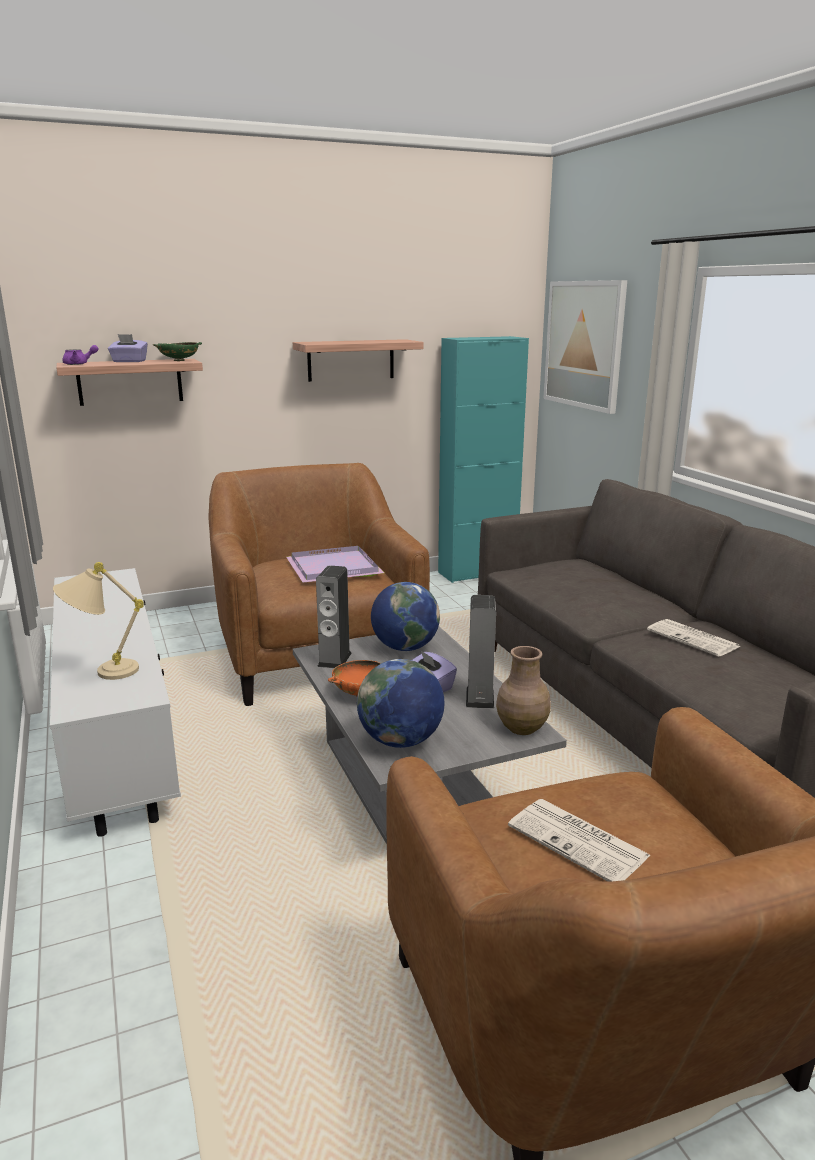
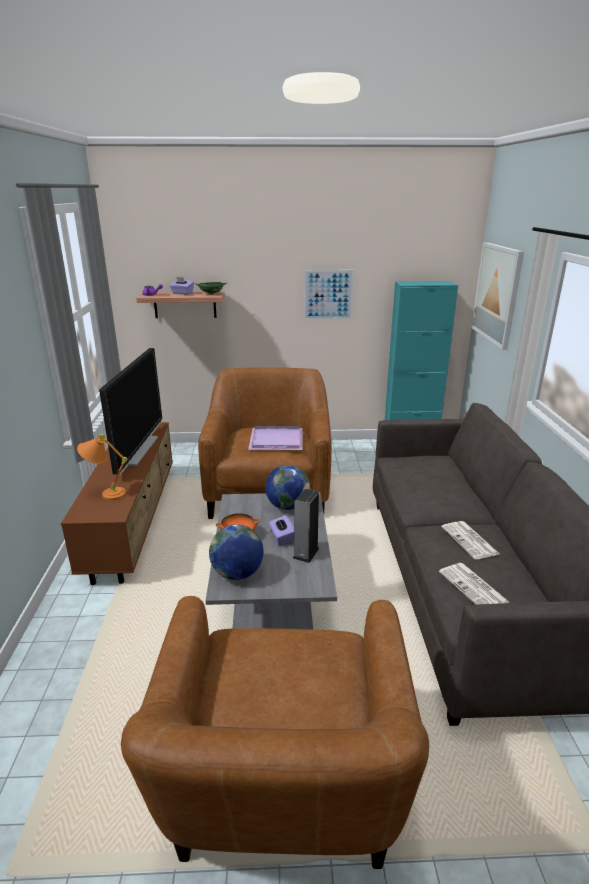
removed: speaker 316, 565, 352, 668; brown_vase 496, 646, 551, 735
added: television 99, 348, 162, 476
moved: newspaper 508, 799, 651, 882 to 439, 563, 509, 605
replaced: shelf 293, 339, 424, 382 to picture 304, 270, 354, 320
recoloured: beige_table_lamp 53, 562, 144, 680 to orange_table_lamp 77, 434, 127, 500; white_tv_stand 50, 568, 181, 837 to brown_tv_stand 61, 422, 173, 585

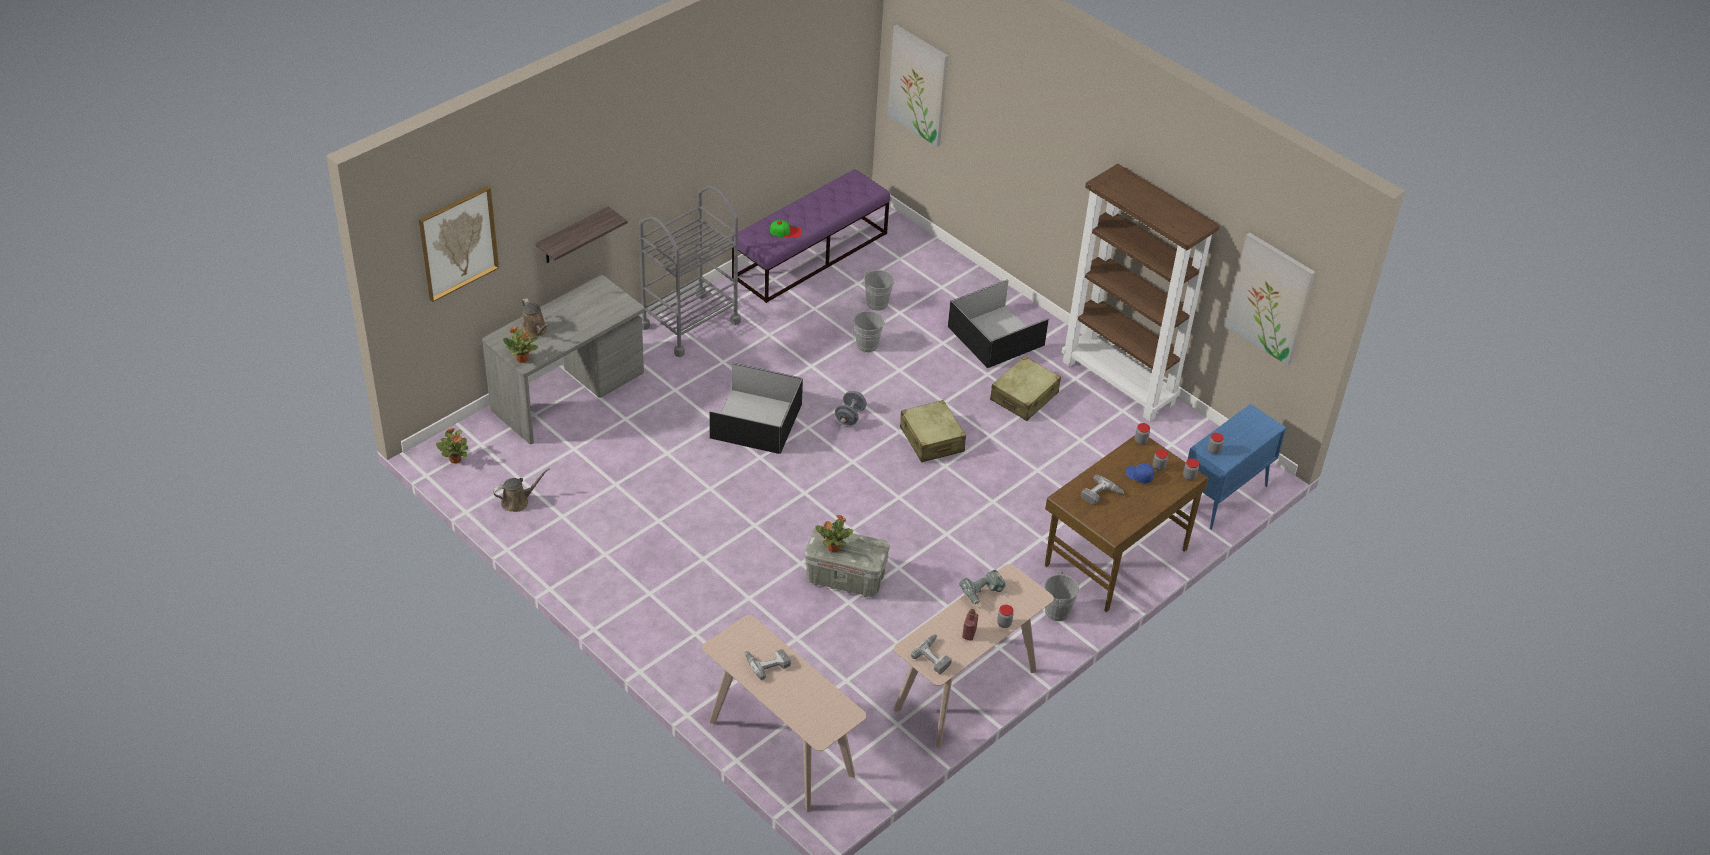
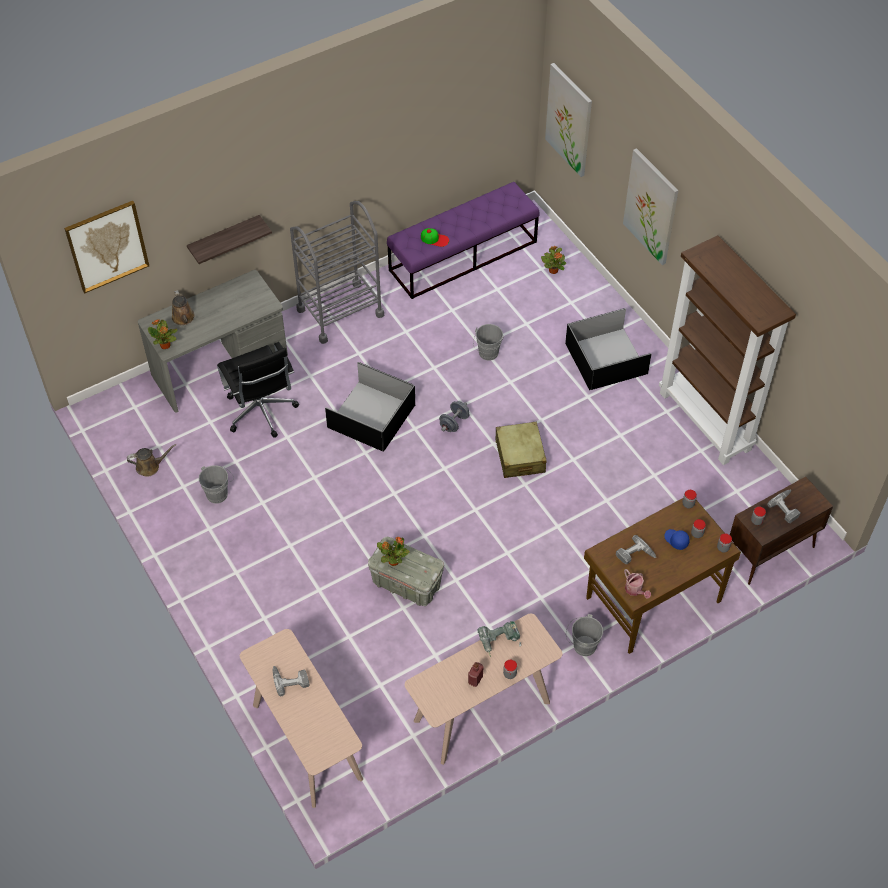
removed: beige_suitcase 990, 356, 1061, 421
added: black_office_chair 217, 342, 299, 438; watering_can 624, 569, 651, 598
moved: picture 1225, 233, 1315, 366 to 623, 148, 679, 265; grey_bucket 864, 270, 897, 311 to 199, 465, 234, 504; potted_plant 436, 428, 468, 464 to 541, 246, 566, 274; power_drill 911, 635, 952, 674 to 767, 490, 801, 523
recoloured: blue_cabinet 1187, 404, 1287, 530 to brown_cabinet 730, 477, 833, 585

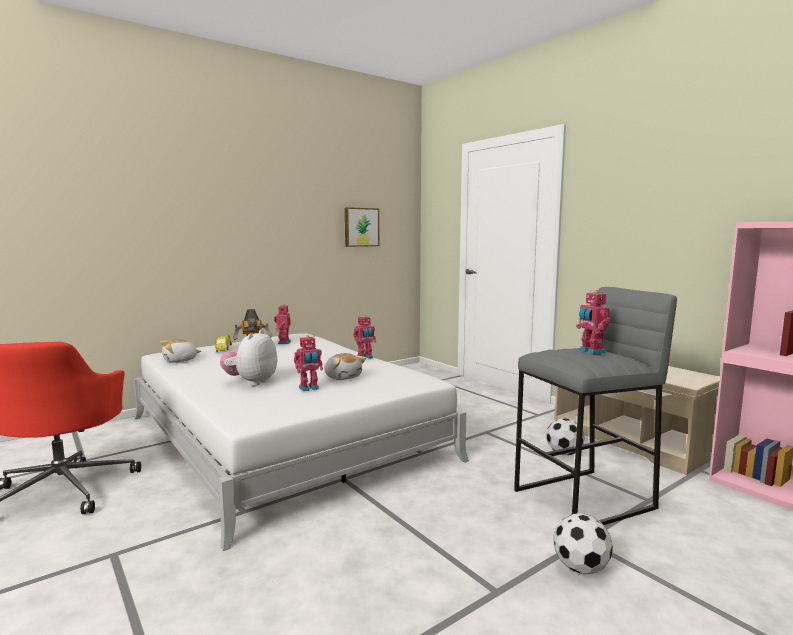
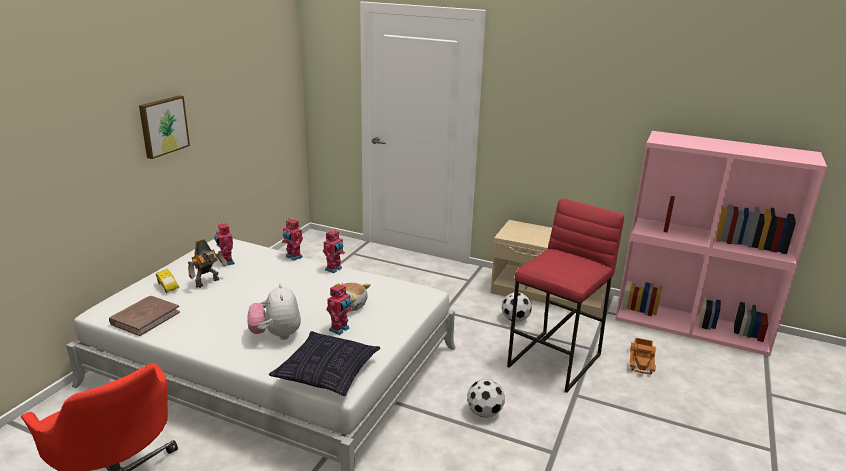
added: pillow 269, 331, 380, 396; toy_truck 630, 338, 656, 375
moved: picture 345, 207, 379, 247 to 139, 96, 190, 159; toy_robot 576, 290, 610, 354 to 282, 218, 303, 261; football 553, 513, 613, 574 to 467, 379, 505, 418
replaced: plush_toy 160, 339, 201, 363 to brown_book 109, 296, 180, 336
recoloured: grey_stool 514, 287, 677, 525 to red_stool 507, 198, 624, 393

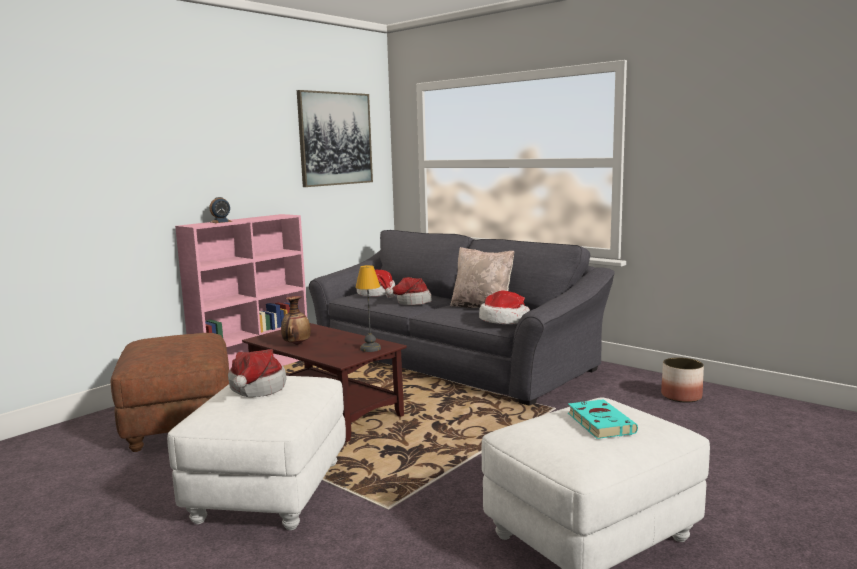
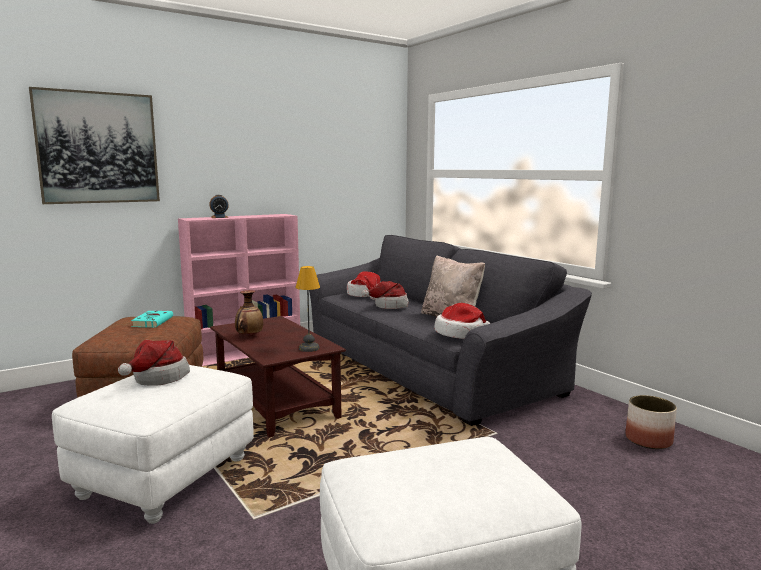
moved: picture 297, 90, 373, 187 to 29, 87, 160, 204; turquoise_book 568, 399, 638, 439 to 131, 311, 173, 328

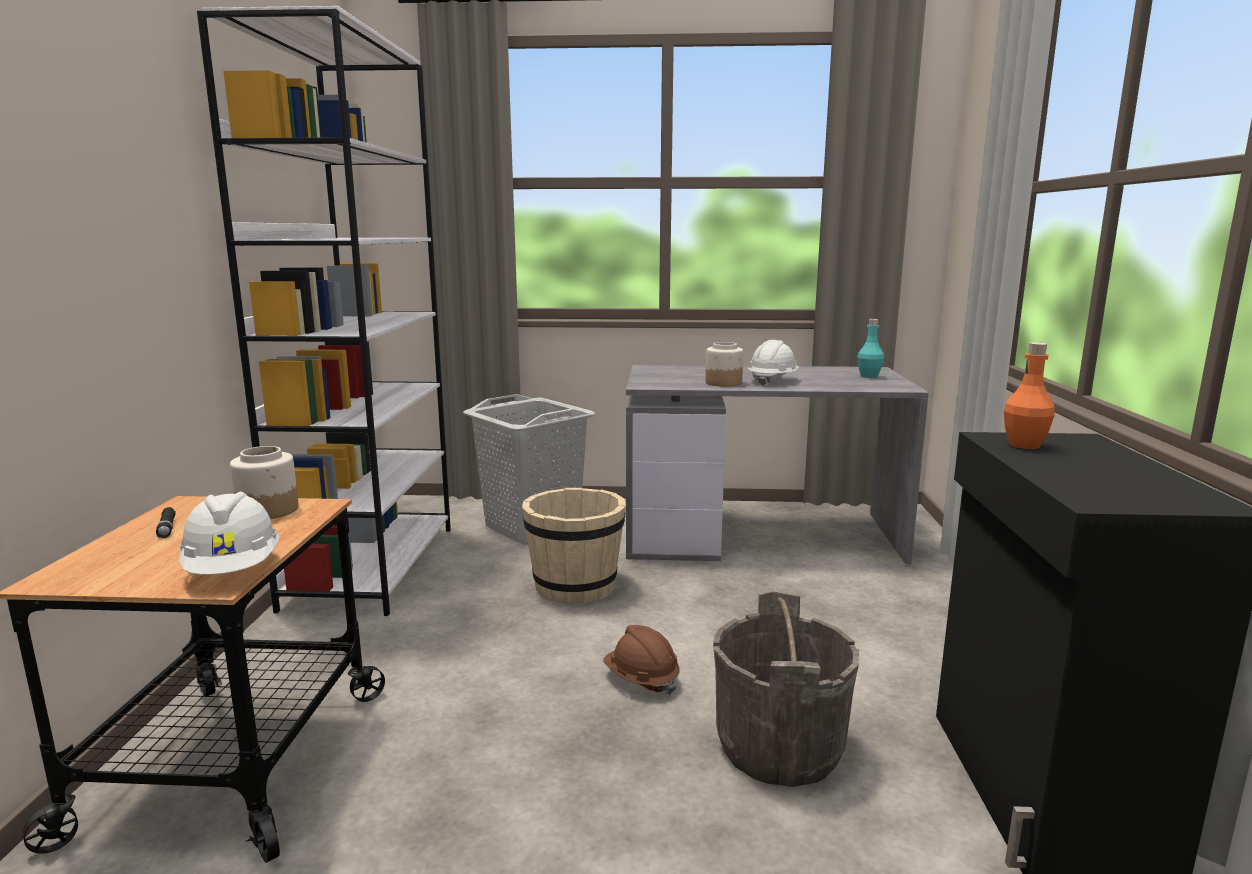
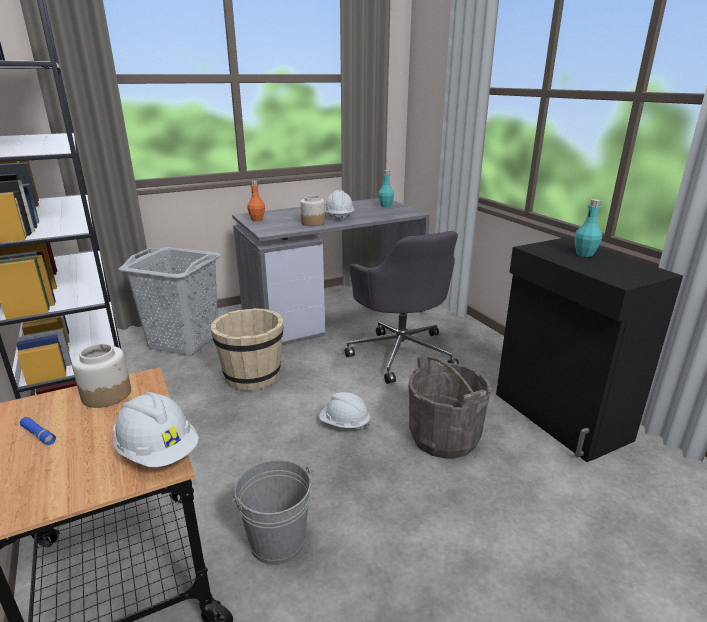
added: turquoise_bottle 575, 199, 602, 257; grey_office_chair 345, 231, 459, 384; grey_bucket 232, 459, 314, 565
moved: orange_bottle 1004, 342, 1054, 449 to 247, 180, 265, 221
recoloured: black_flashlight 156, 507, 176, 538 to blue_flashlight 20, 417, 56, 446; brown_hard_hat 603, 625, 679, 695 to white_hard_hat 319, 392, 371, 429

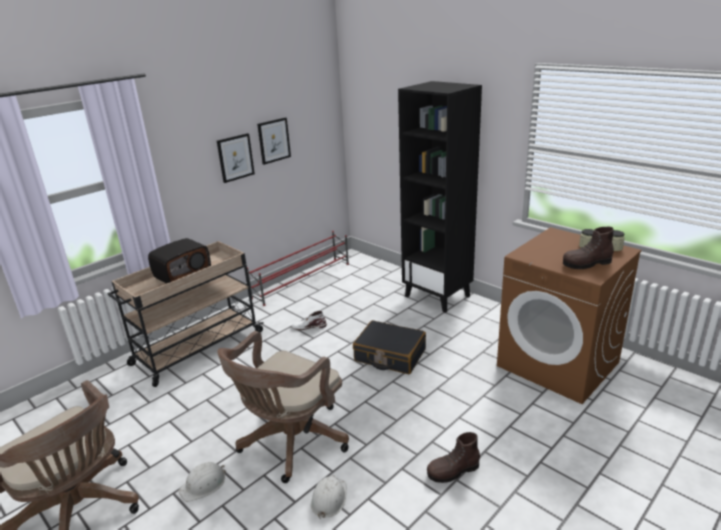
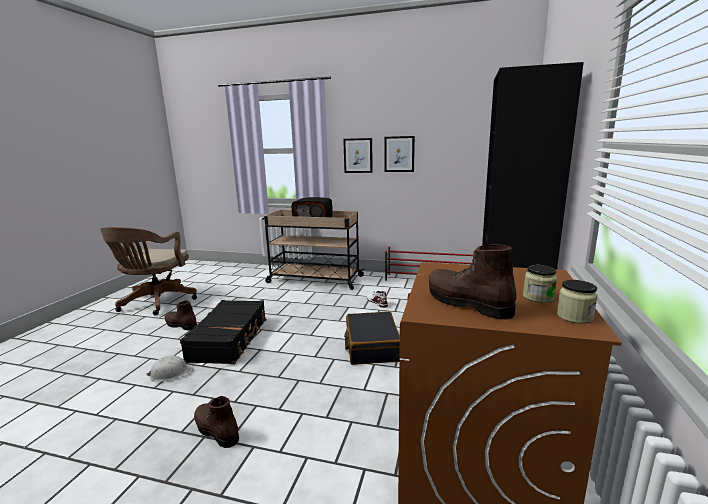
moved: picture 257, 117, 291, 165 to 343, 138, 373, 173
replaced: brown_office_chair 217, 331, 349, 483 to black_suitcase 180, 300, 267, 364; white_hard_hat 179, 462, 226, 502 to brown_boot 165, 301, 197, 330

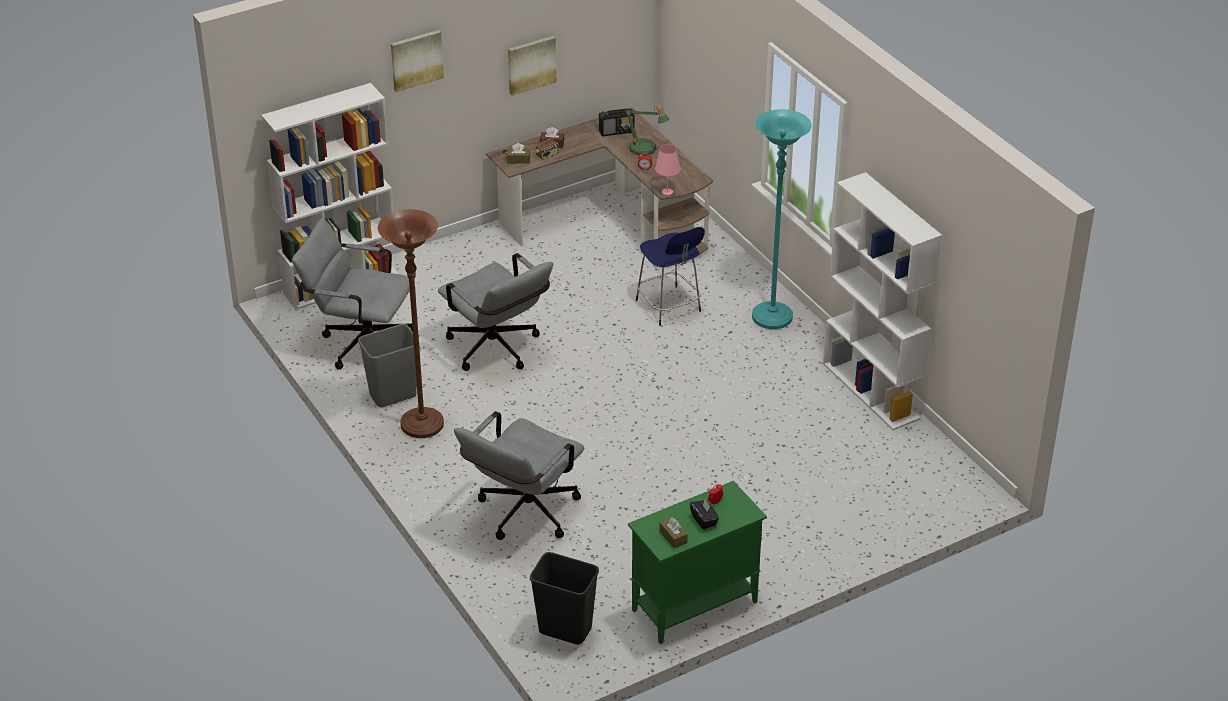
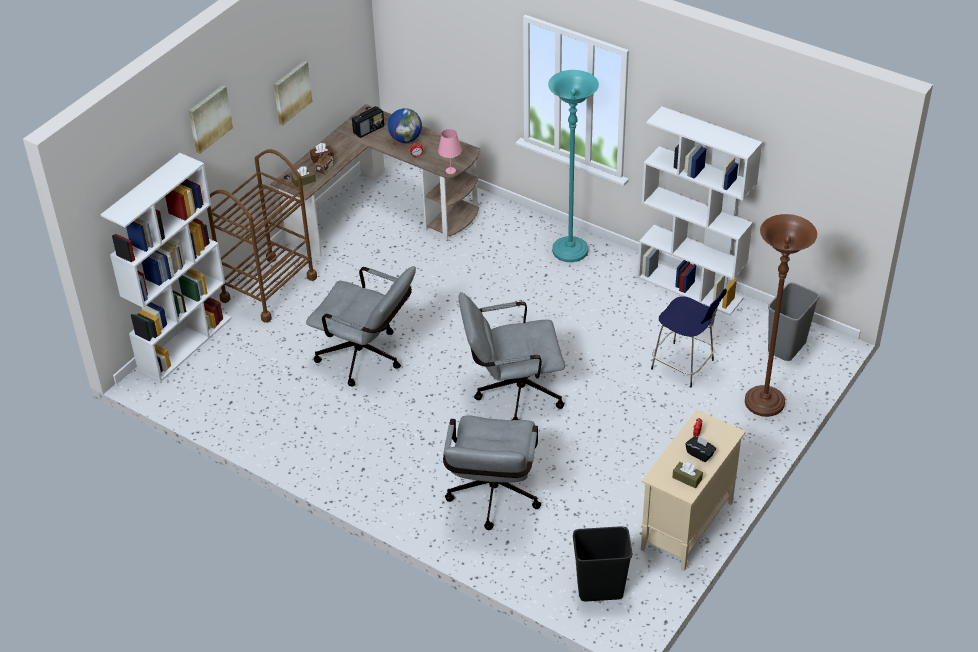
added: brown_cart 207, 149, 317, 323
moved: brown_floor_lamp 378, 209, 444, 438 to 745, 214, 817, 417; grey_office_chair 292, 218, 413, 370 to 459, 292, 565, 420; blue_stool 636, 227, 705, 326 to 651, 289, 727, 387; grey_trash_can 358, 324, 417, 407 to 768, 282, 819, 361
replaced: table_lamp 626, 105, 670, 156 to globe 388, 108, 422, 143
recoloured: green_cabinet 628, 481, 767, 644 to beige_cabinet 641, 410, 746, 571

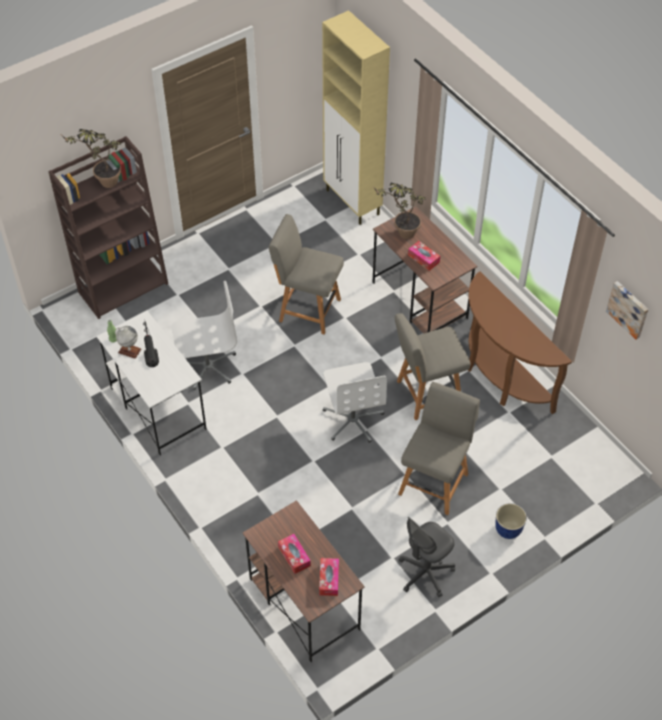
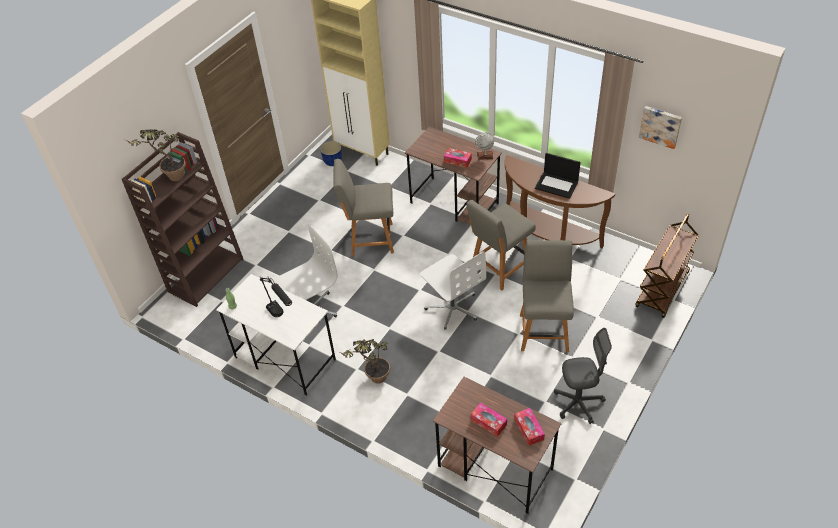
added: laptop 535, 153, 581, 199; brown_cart 635, 214, 699, 318
moved: potted_plant 373, 183, 425, 239 to 340, 339, 390, 384; globe 115, 326, 141, 359 to 475, 133, 494, 160; planter 495, 503, 527, 539 to 320, 141, 342, 166
turned: grey_office_chair 399, 517, 455, 598 = 554, 328, 612, 424 120 degrees counterclockwise

